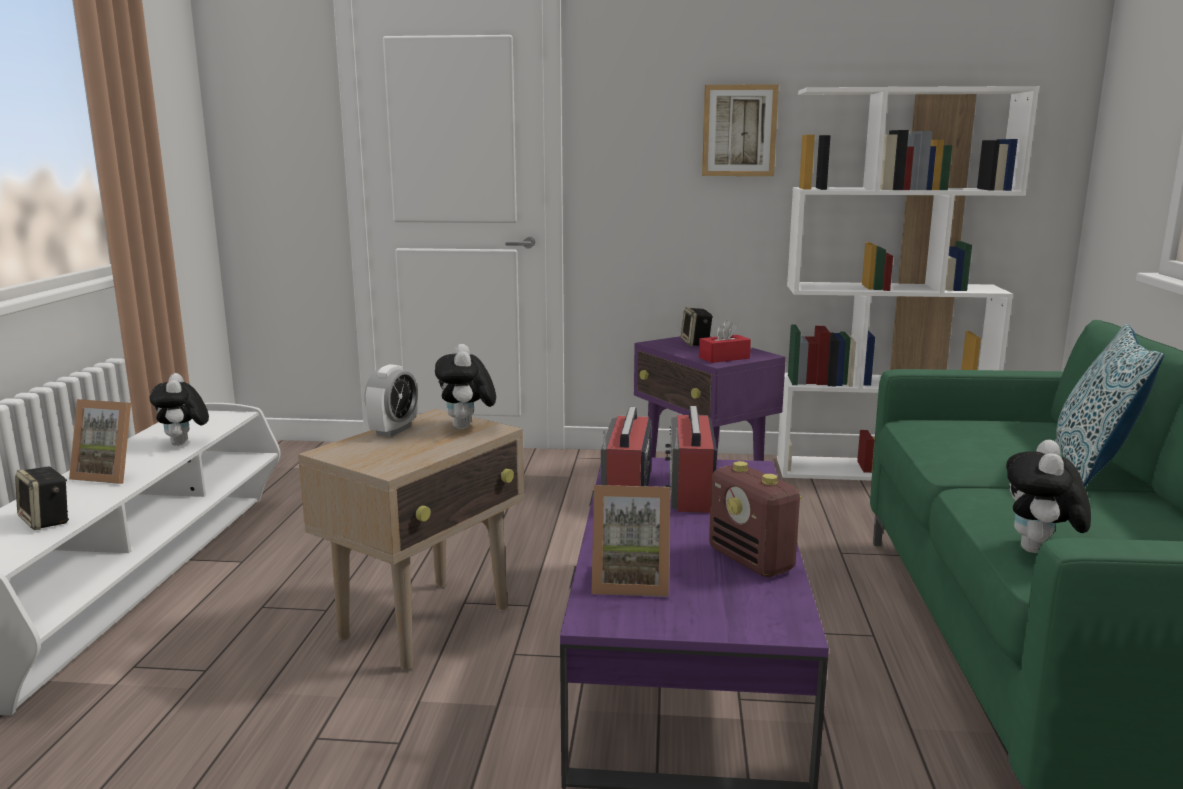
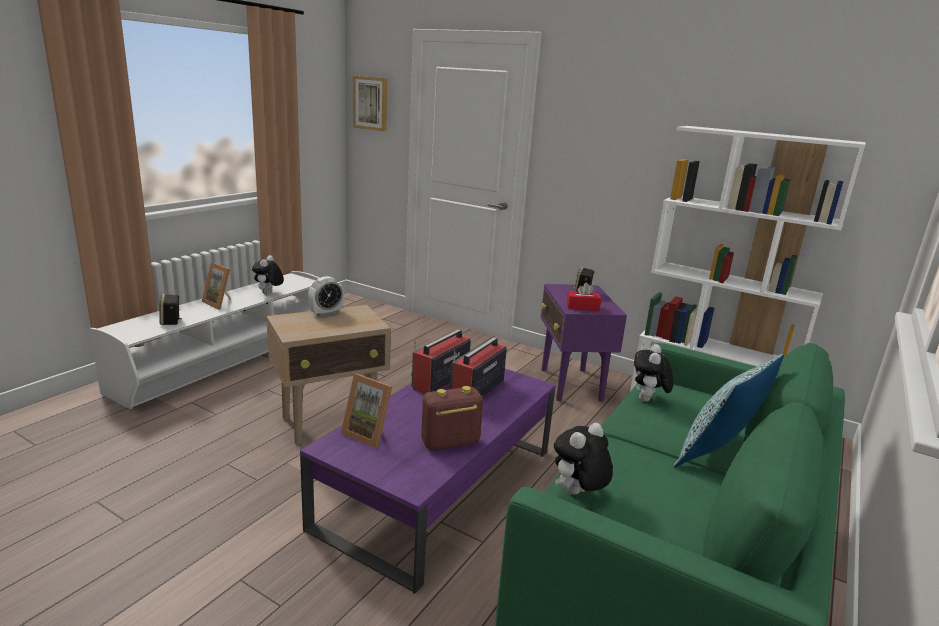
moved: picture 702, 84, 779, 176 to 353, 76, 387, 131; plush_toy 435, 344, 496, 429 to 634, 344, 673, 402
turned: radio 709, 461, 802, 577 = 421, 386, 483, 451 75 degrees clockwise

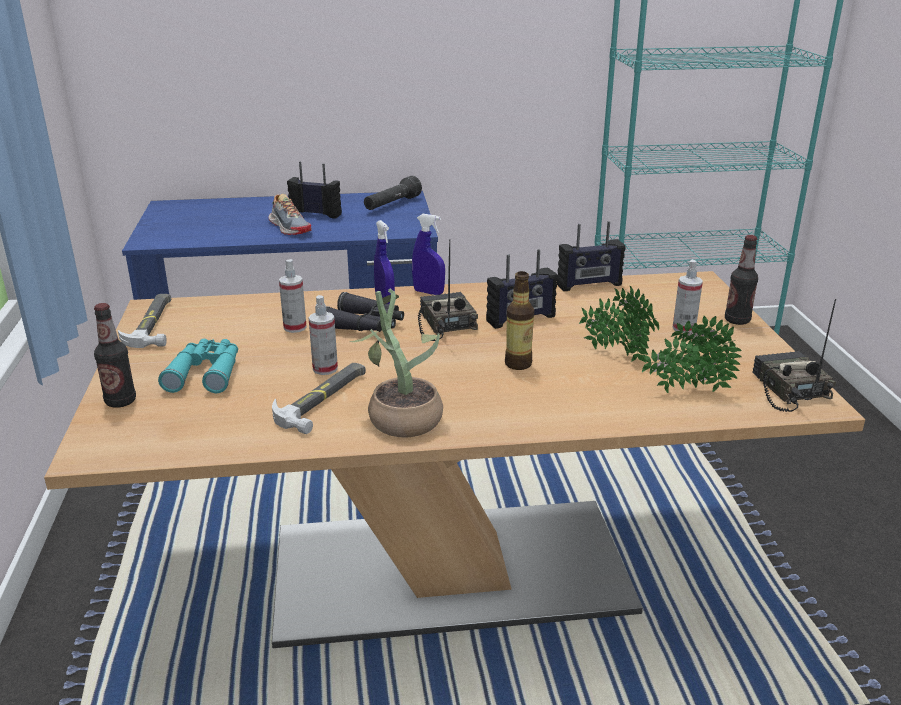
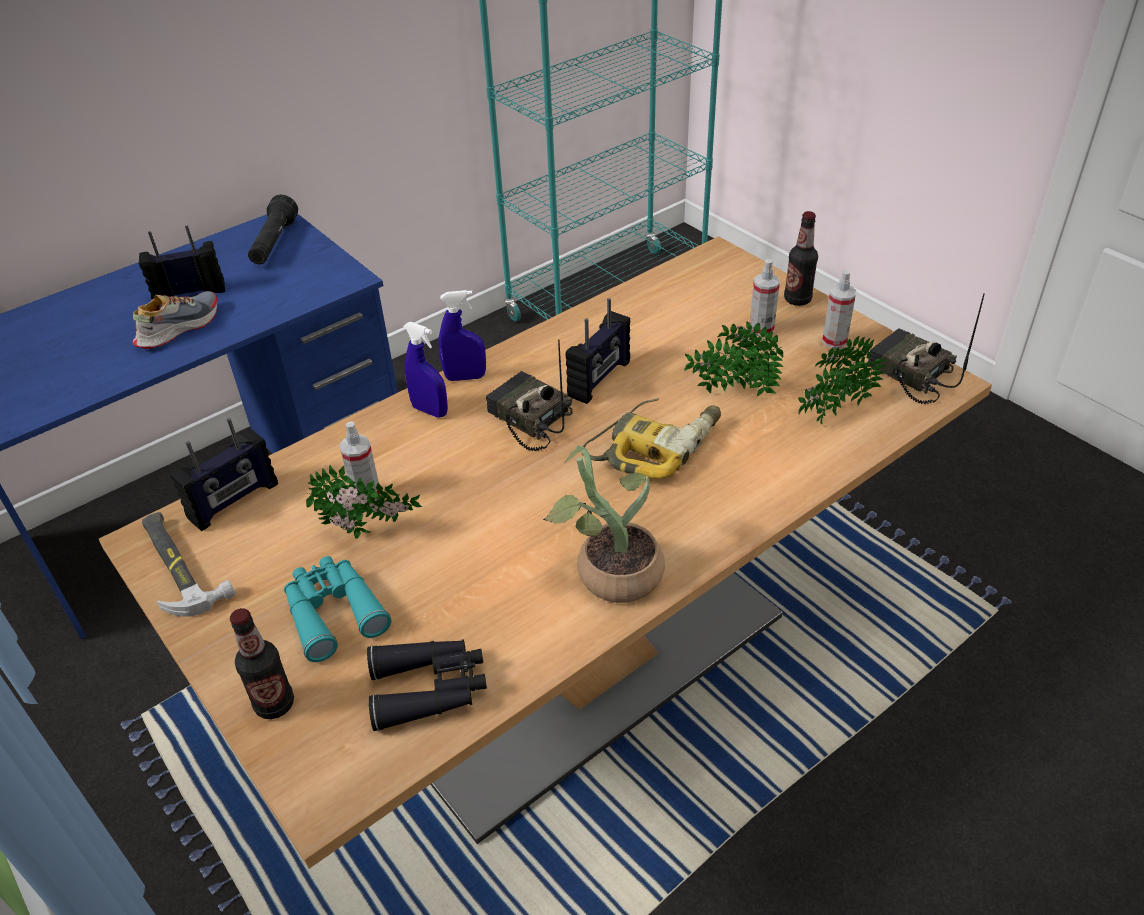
removed: hammer 272, 363, 366, 434
added: potted_plant 306, 465, 422, 539
moved: radio 557, 221, 625, 291 to 170, 418, 278, 531; black_binoculars 326, 292, 404, 332 to 367, 639, 487, 731; spray_bottle 308, 295, 338, 375 to 822, 270, 856, 348
replaced: bottle 505, 271, 534, 370 to power_drill 582, 398, 721, 479
turned: shoe 268, 194, 311, 235 = 133, 291, 218, 349 75 degrees counterclockwise

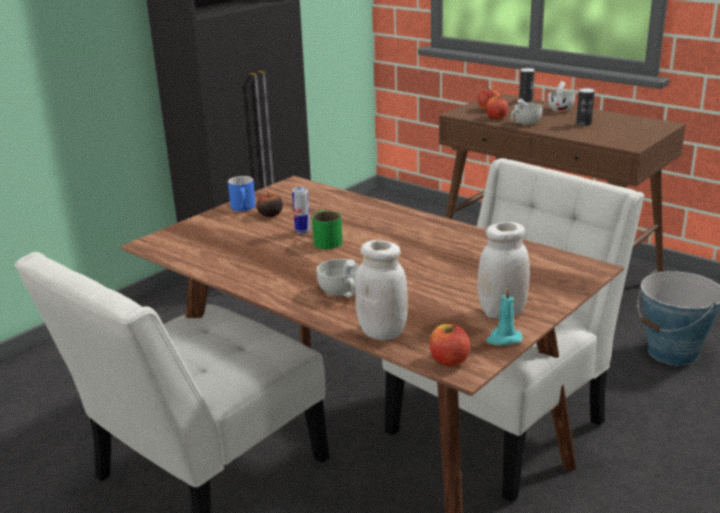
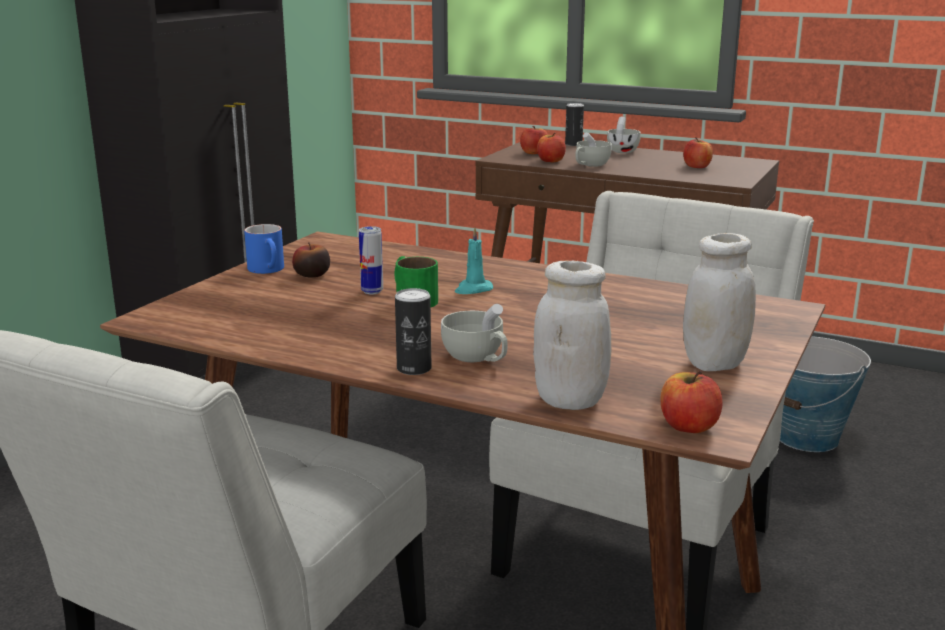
added: apple 683, 137, 713, 168
moved: can 576, 88, 595, 126 to 395, 288, 432, 375; turquoise_candle 486, 286, 523, 345 to 455, 227, 493, 294

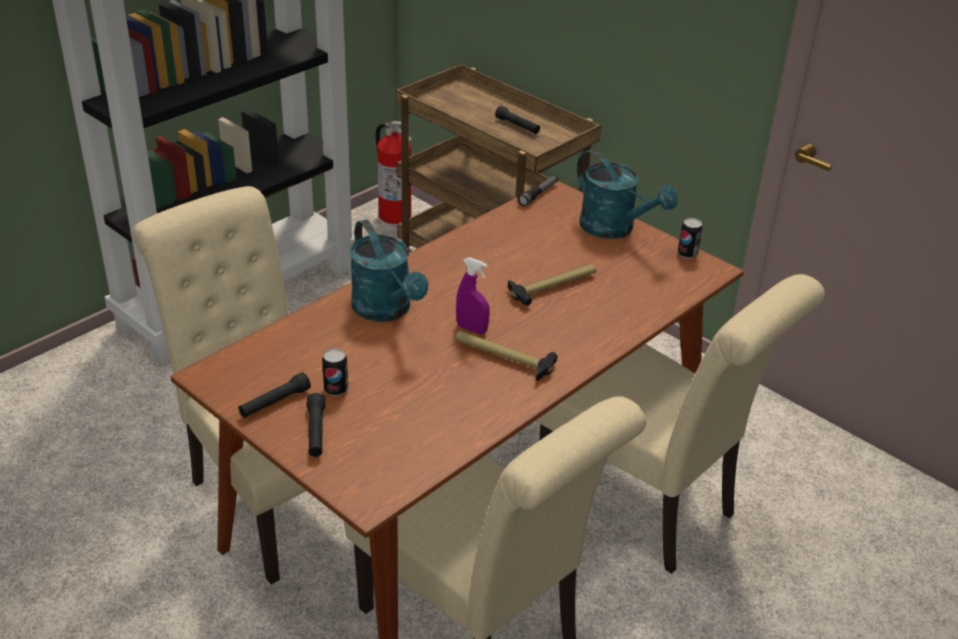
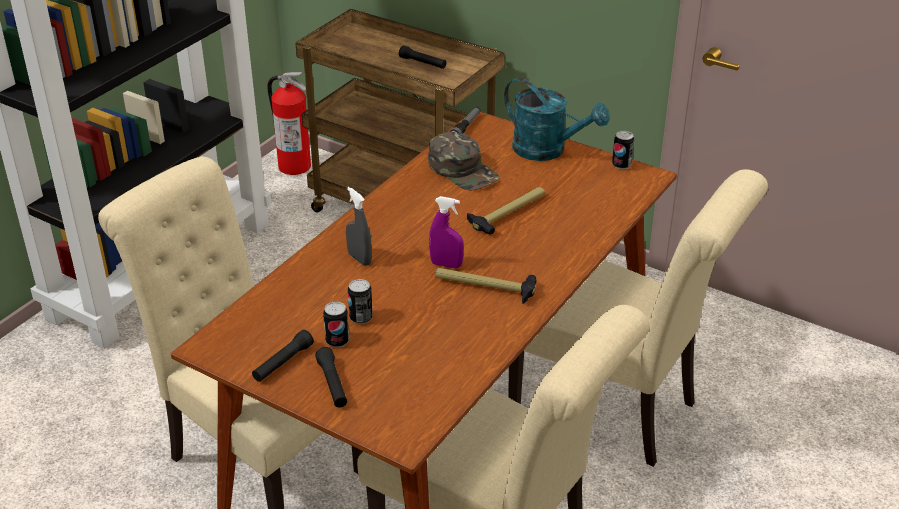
added: green_cap 428, 132, 499, 190; can 348, 279, 373, 324
replaced: turquoise_watering_can 350, 219, 428, 322 to grey_spray_bottle 346, 187, 372, 266

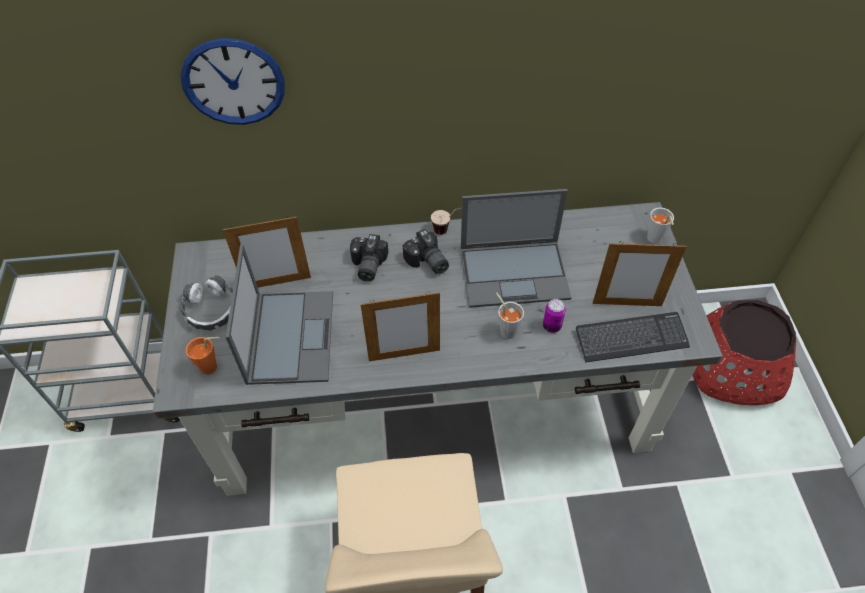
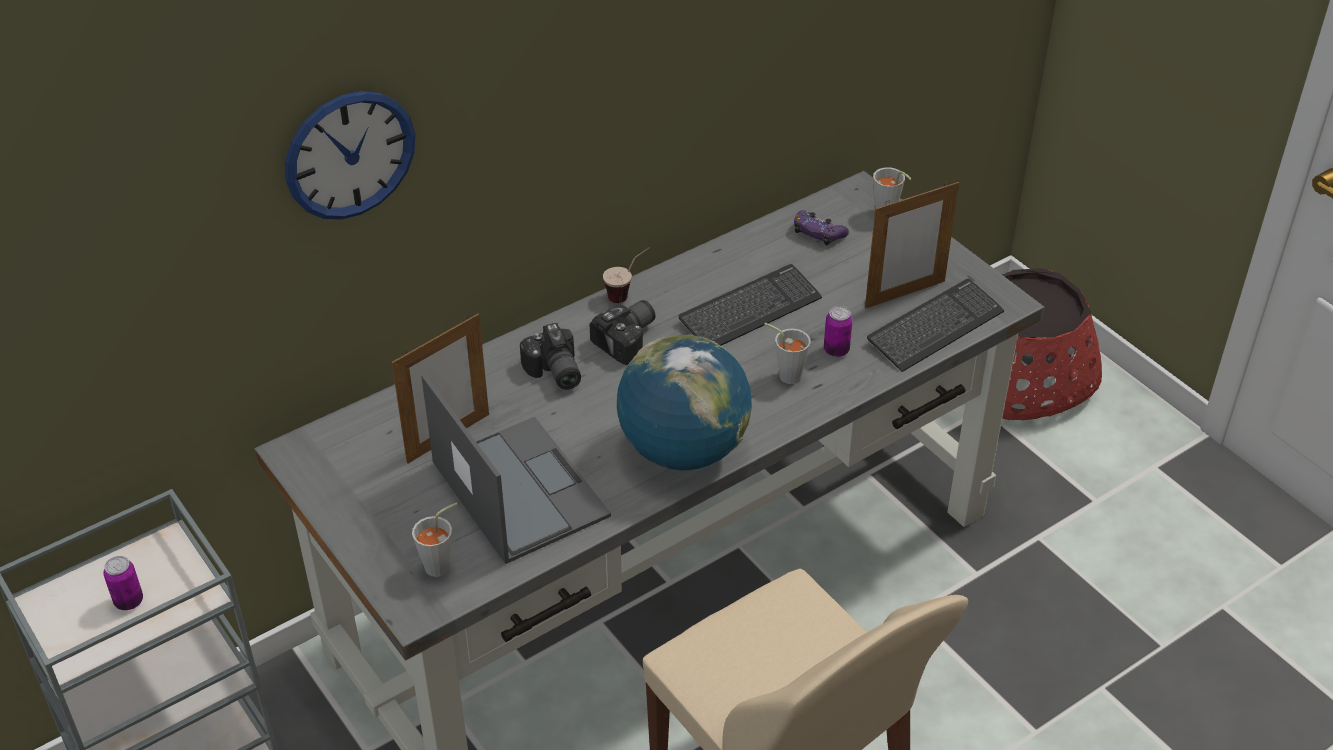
removed: headphones 180, 275, 233, 331
added: purple_game_controller 794, 210, 849, 245; can 103, 556, 143, 610
replaced: laptop 461, 189, 571, 308 to keyboard 678, 264, 822, 346; picture_frame 361, 291, 440, 361 to globe 616, 335, 752, 470
recoloured: orange_cup 186, 337, 220, 375 to grey_cup 412, 503, 457, 577
turned: photo_camera 403, 229, 449, 274 = 590, 300, 655, 365 75 degrees counterclockwise

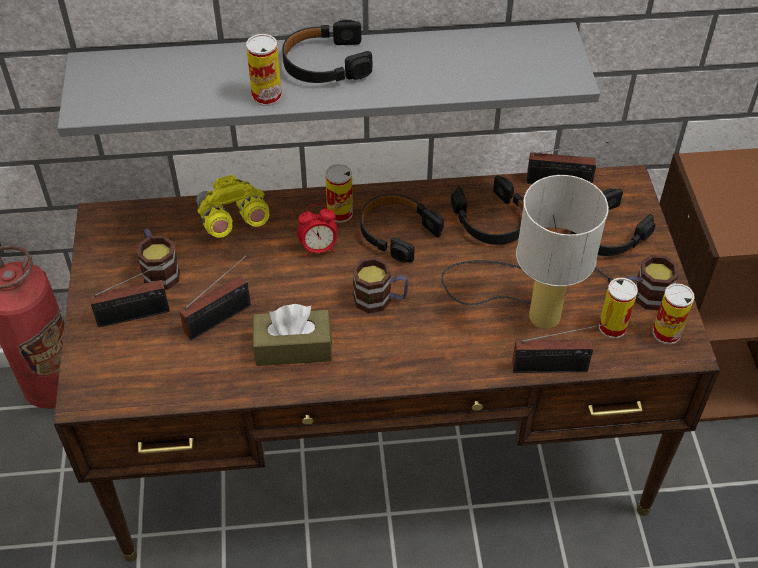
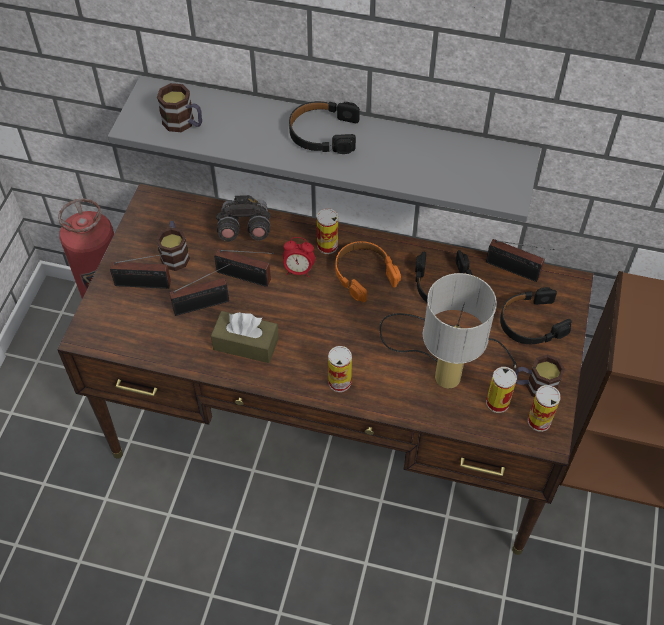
moved: can 246, 34, 282, 106 to 328, 346, 352, 392; mug 353, 257, 409, 313 to 157, 83, 202, 132; radio 512, 324, 606, 373 to 214, 249, 274, 287
recoloured: yellow_binoculars 196, 174, 269, 238 to grey_binoculars 216, 195, 271, 242; black_headphones 360, 194, 444, 263 to orange_headphones 335, 241, 401, 302

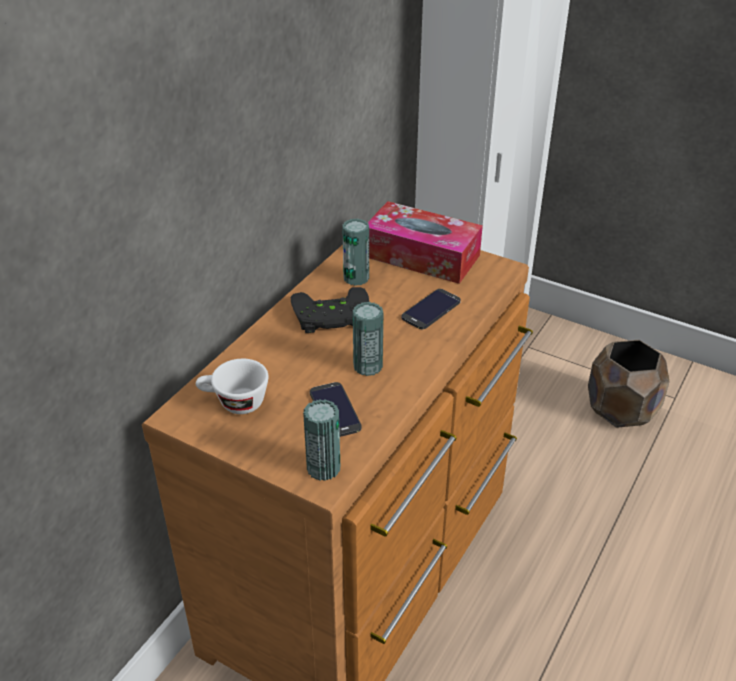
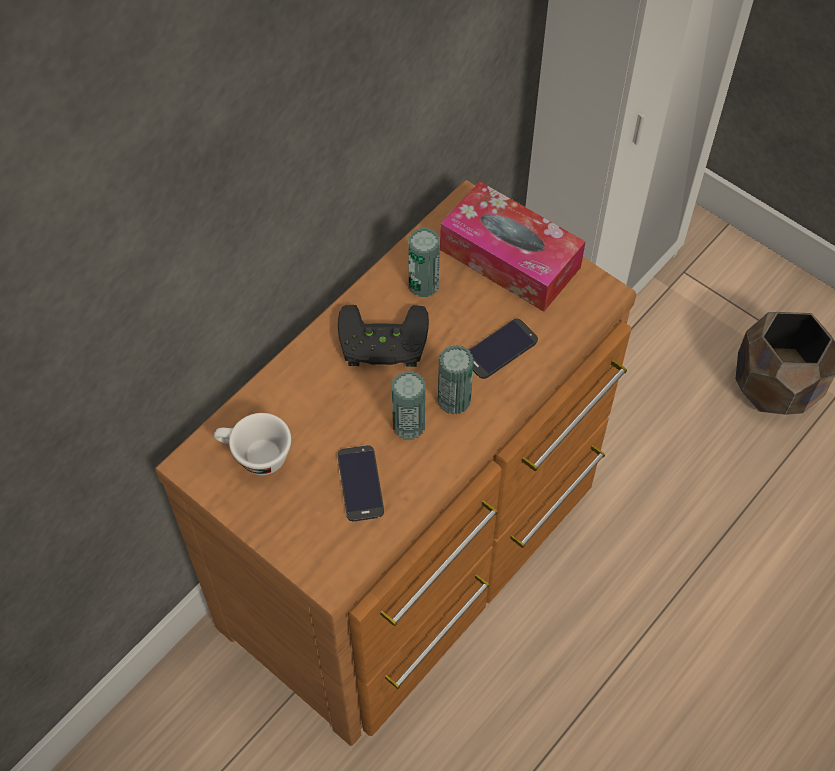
moved: can 303, 399, 340, 481 to 438, 345, 474, 415

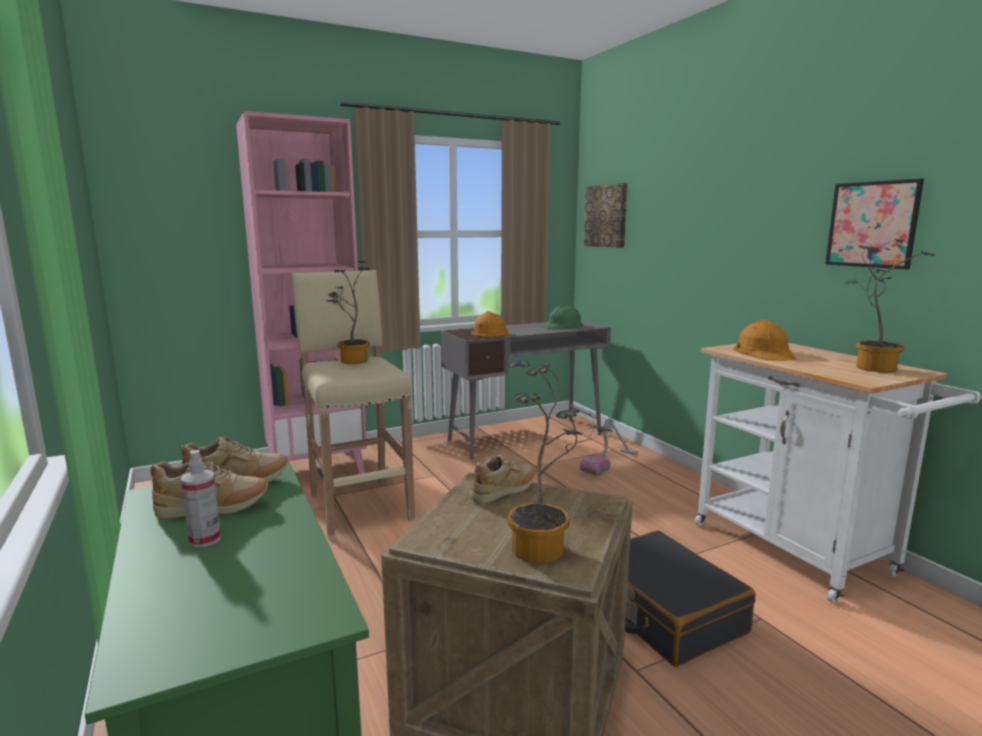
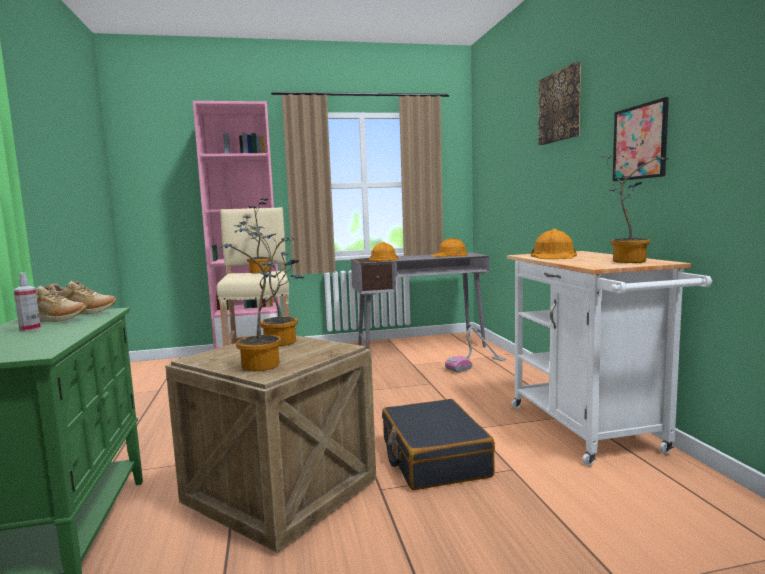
moved: picture 584, 183, 628, 248 to 538, 62, 581, 145
replaced: beige_shoe 470, 453, 536, 504 to potted_plant 248, 226, 299, 346
recoloured: green_hard_hat 539, 305, 583, 329 to orange_hard_hat 431, 238, 468, 257

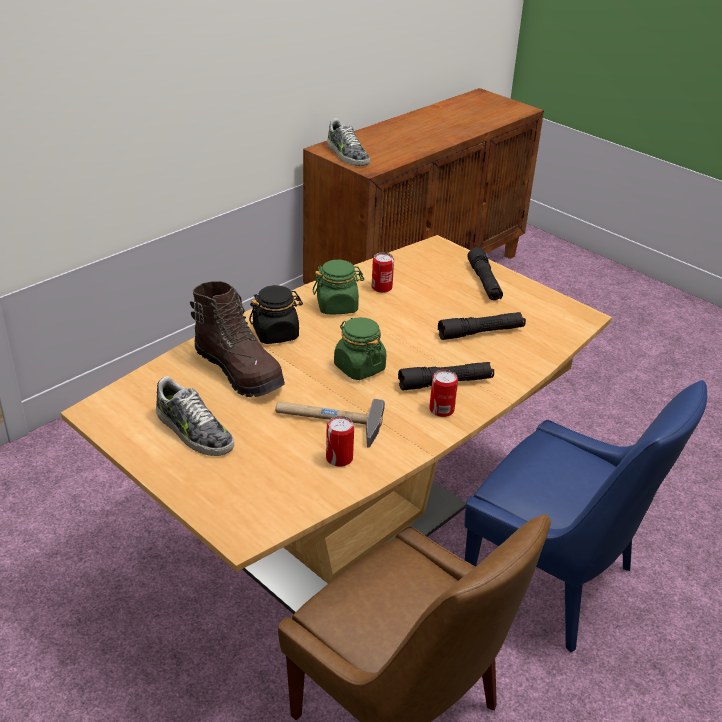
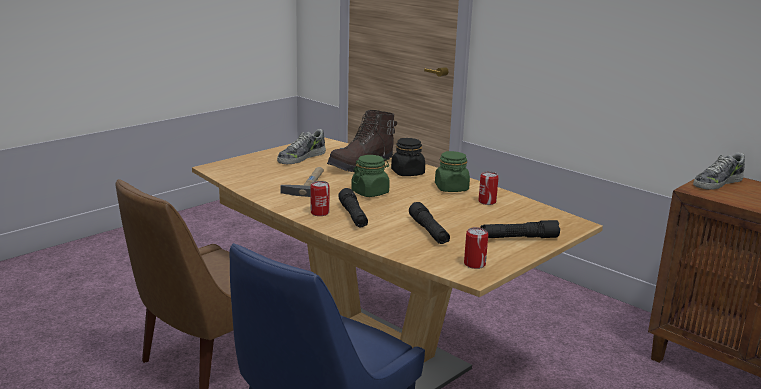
moved: can 326, 416, 354, 467 to 464, 227, 488, 269

